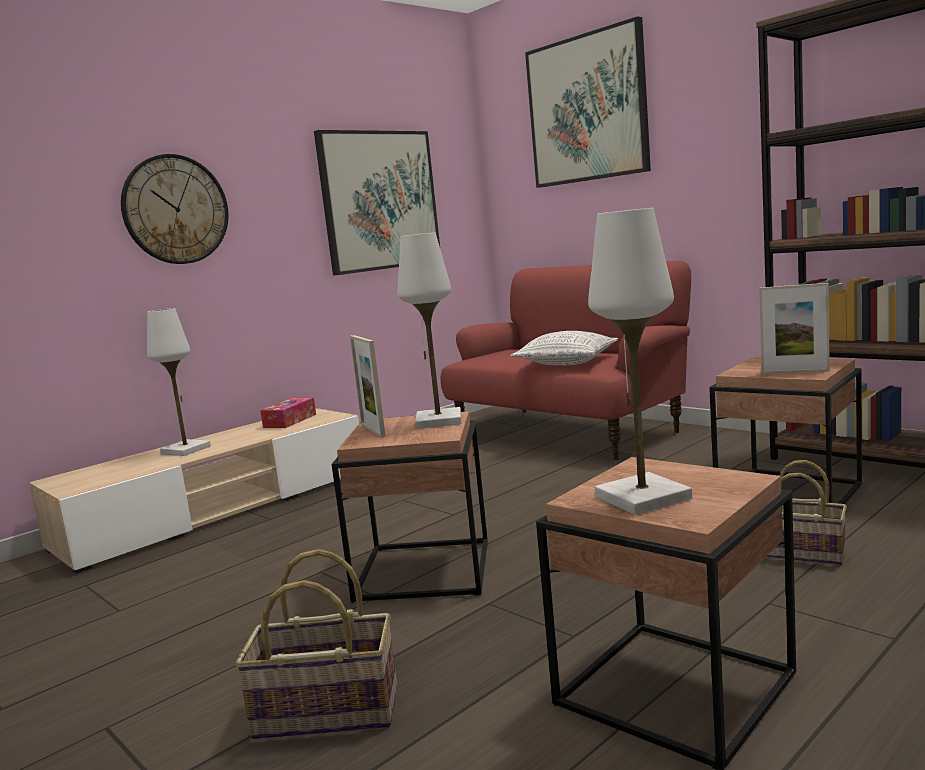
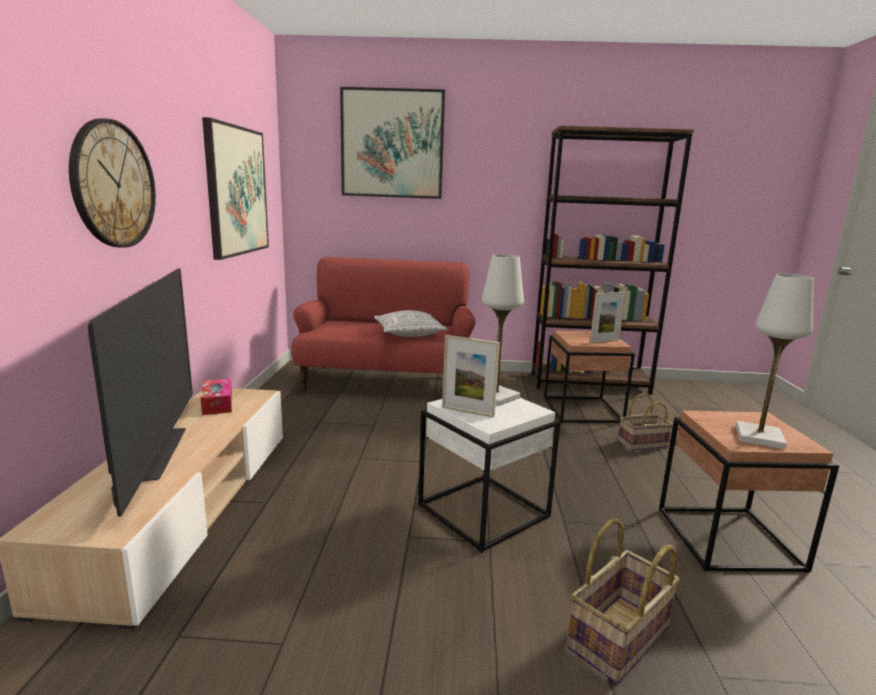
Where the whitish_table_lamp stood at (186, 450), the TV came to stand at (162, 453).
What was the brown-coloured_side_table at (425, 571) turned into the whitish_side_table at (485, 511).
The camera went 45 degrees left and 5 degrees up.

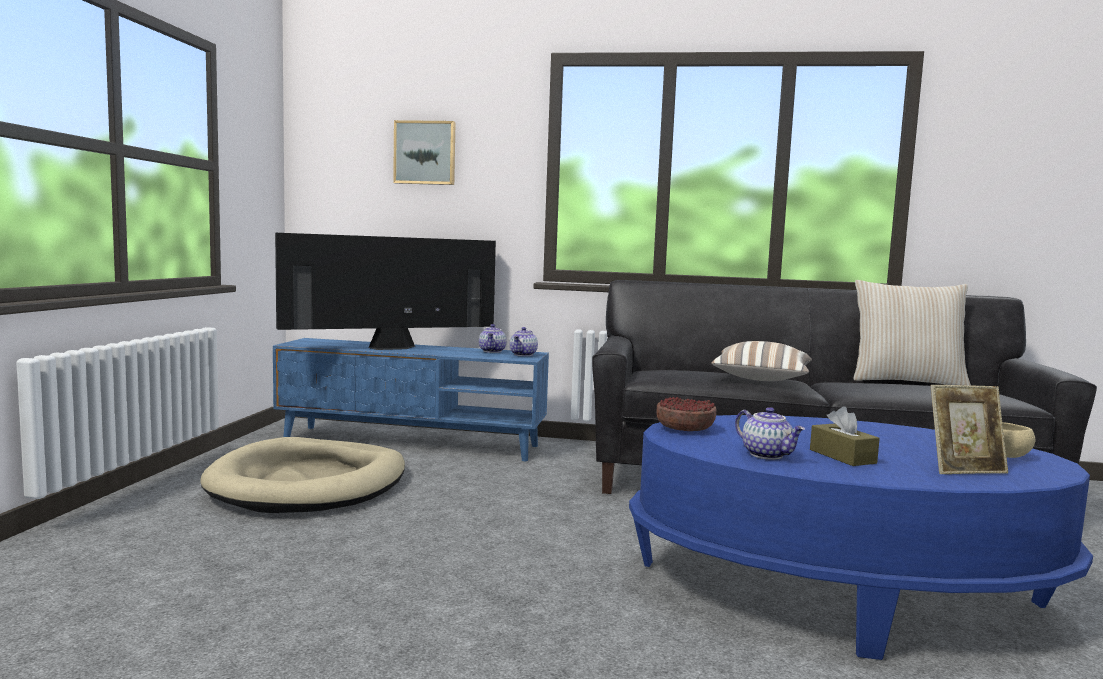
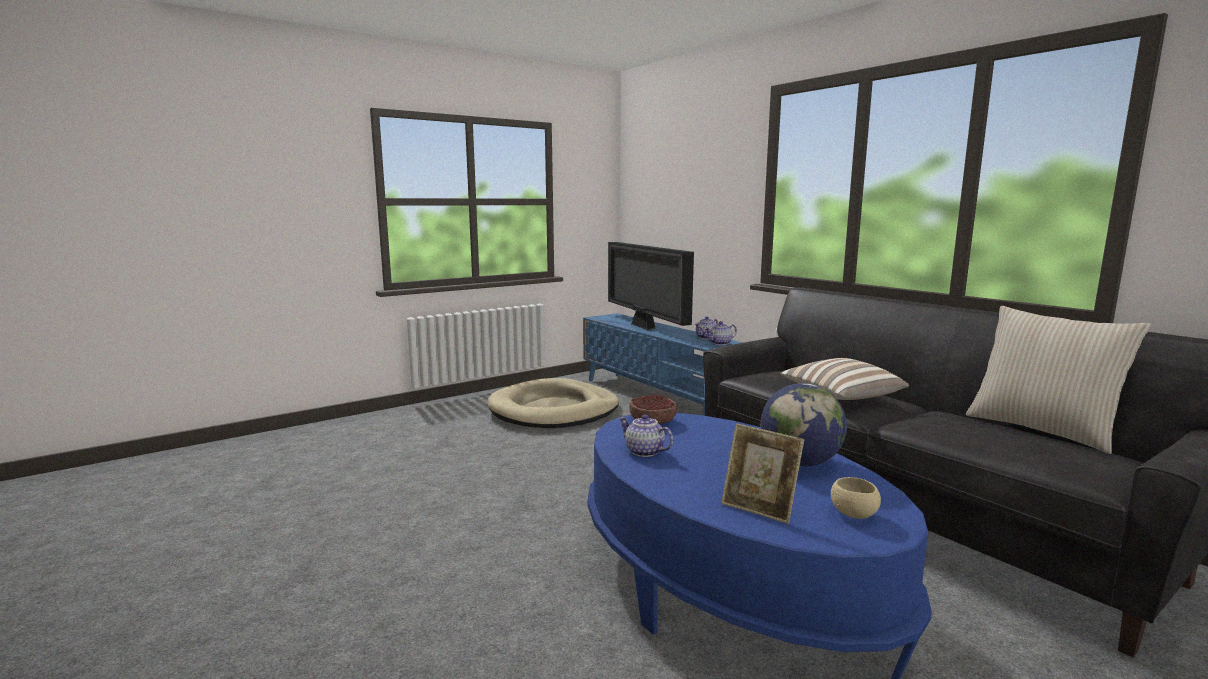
The second view lost the wall_picture at (425, 153).
The second view lost the brown-coloured_box_of_tissues at (842, 456).
The second view gained the desk_globe at (800, 462).
The TV at (390, 348) ended up facing another way, 135 degrees counterclockwise from before.
The pot_for_tea at (767, 455) ended up facing another way, 120 degrees clockwise from before.
The camera went 45 degrees right and 5 degrees up.

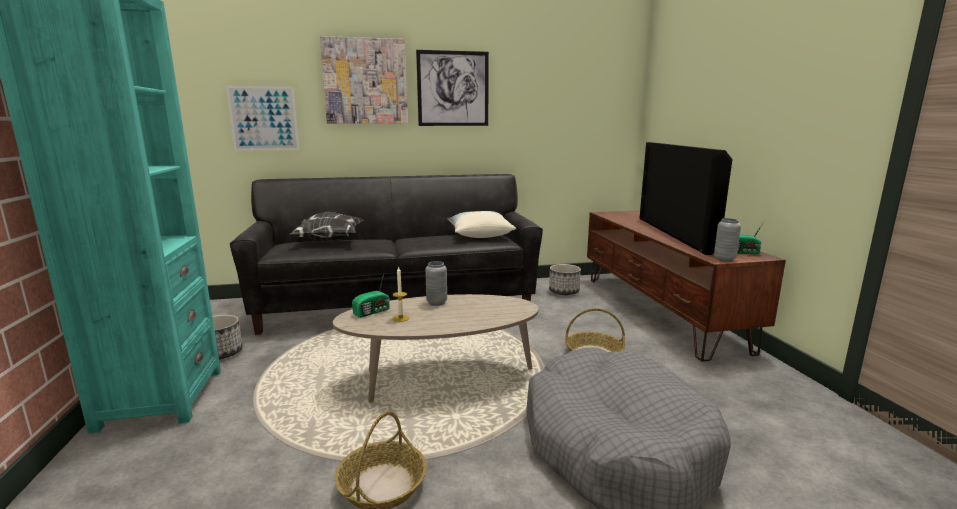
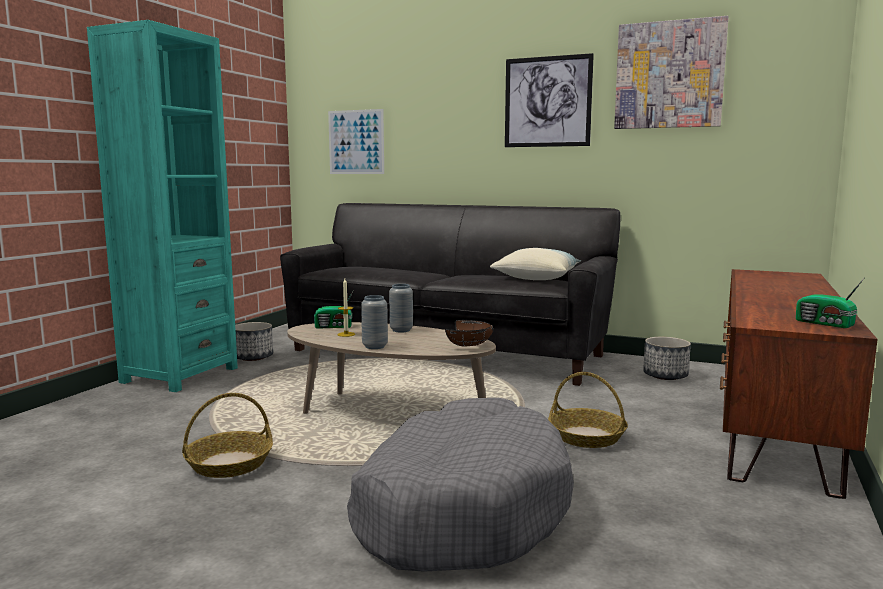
The second view lost the cushion at (328, 241).
The second view lost the TV at (677, 234).
The second view gained the brown-coloured_deep_dish at (470, 345).
The wall_picture ended up elsewhere, having gone from (365, 81) to (669, 75).
The grey_vase ended up elsewhere, having gone from (724, 259) to (375, 346).
The camera went 35 degrees right and 5 degrees down.

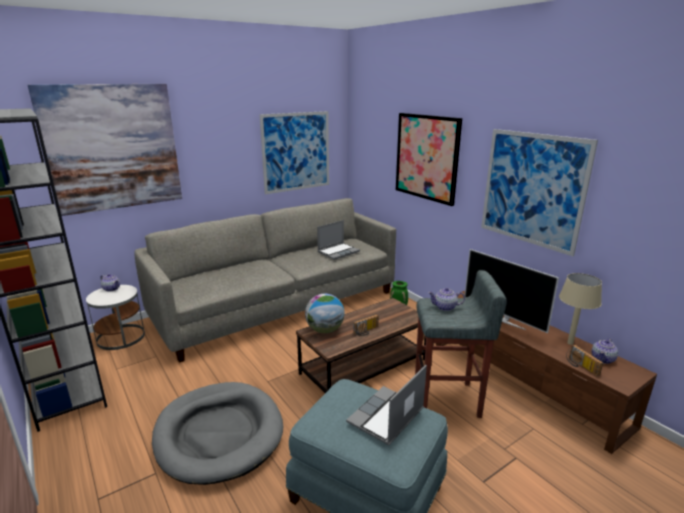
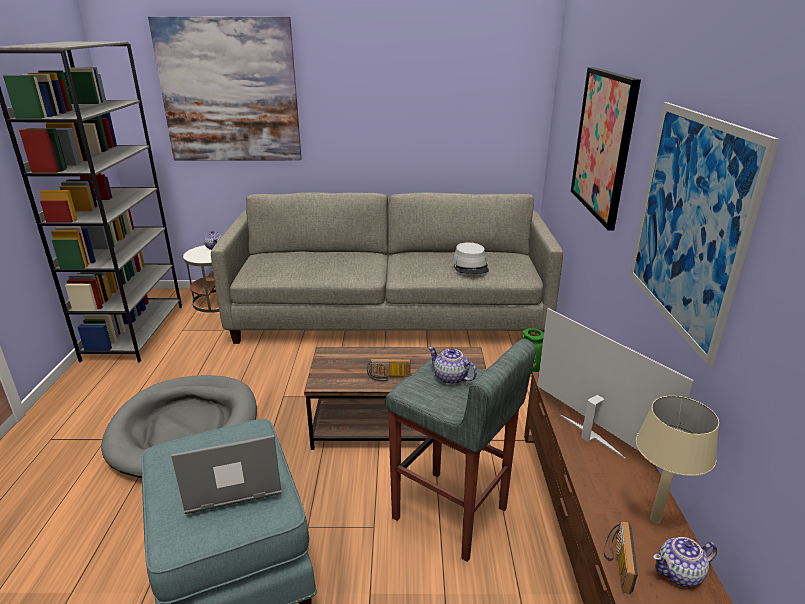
The second view lost the wall_picture at (296, 152).
The second view lost the desk_globe at (325, 330).
Where the laptop stood at (338, 252), the grey_clothing_hat came to stand at (470, 266).
The TV at (504, 320) ended up facing another way, 150 degrees clockwise from before.
The camera went 35 degrees right and 5 degrees up.

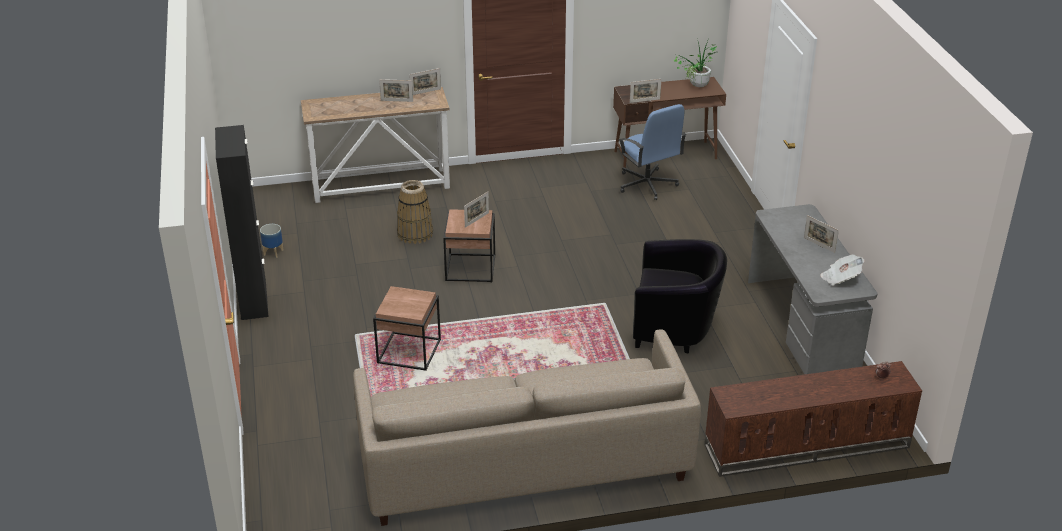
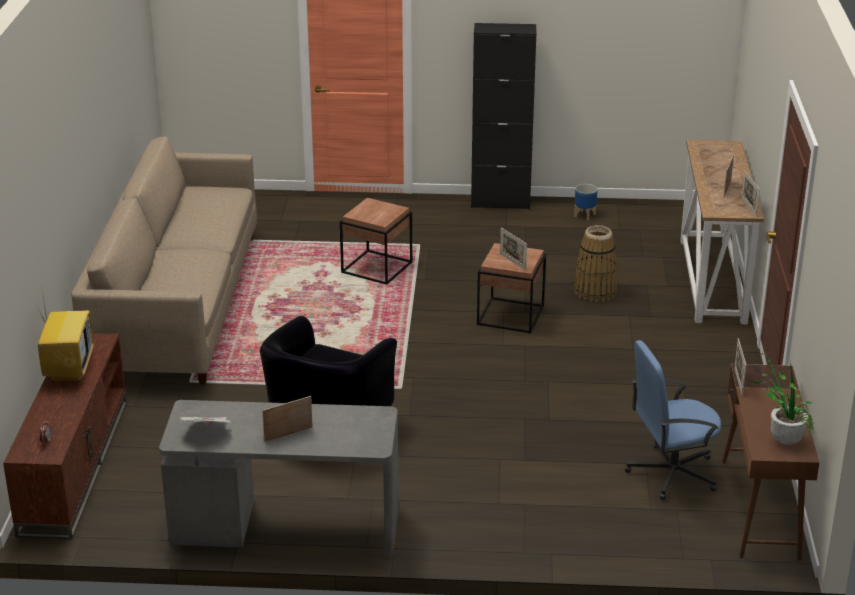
The second view gained the TV at (69, 368).
The camera went 105 degrees right and 5 degrees down.

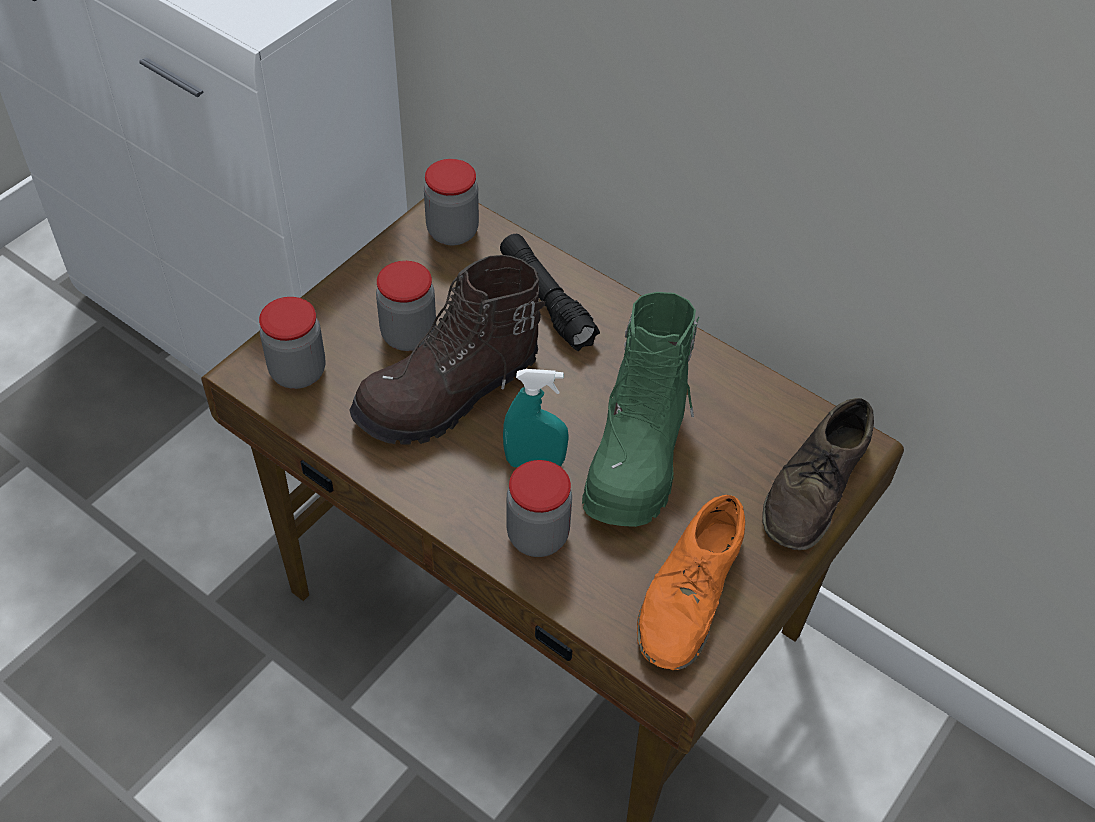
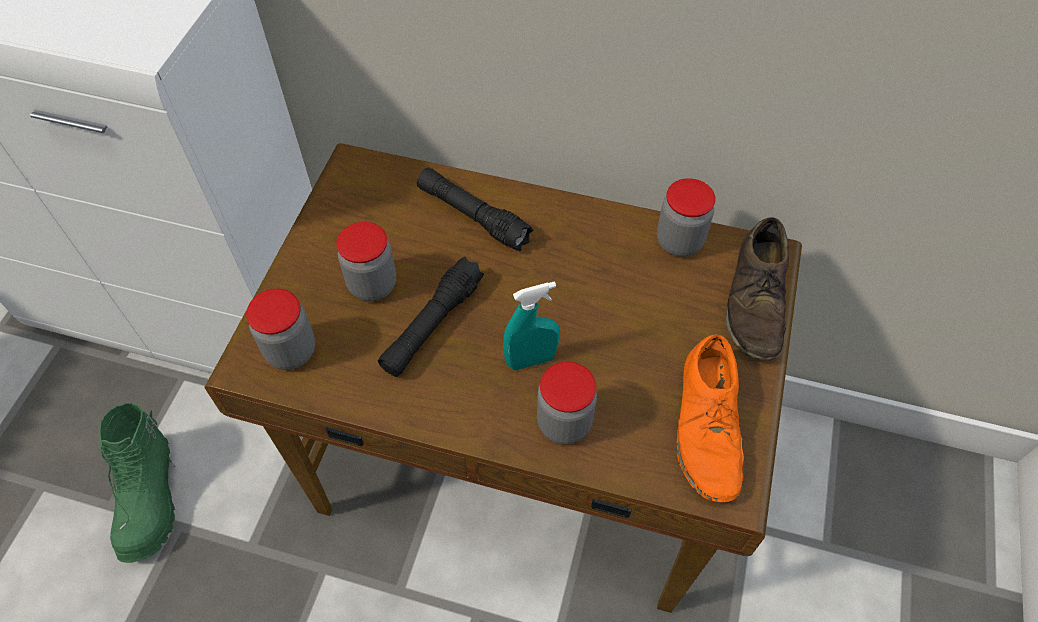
The jar ended up elsewhere, having gone from (452, 232) to (679, 242).
The green_tall_boot ended up elsewhere, having gone from (638, 452) to (150, 498).
Where the brown-coloured_tall_boot stood at (450, 394), the black-coloured_flashlight came to stand at (432, 325).
The camera went 20 degrees left and 5 degrees up.

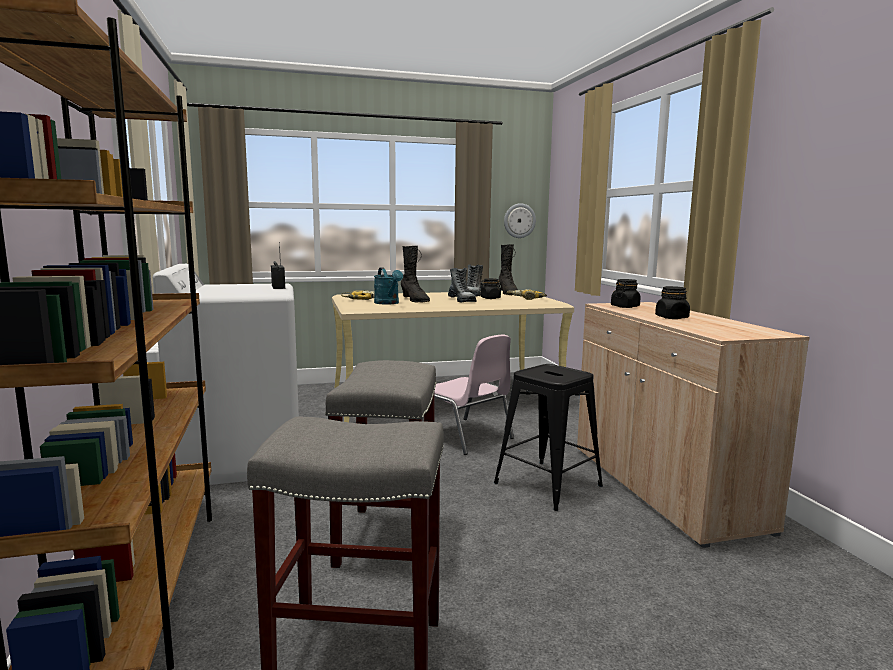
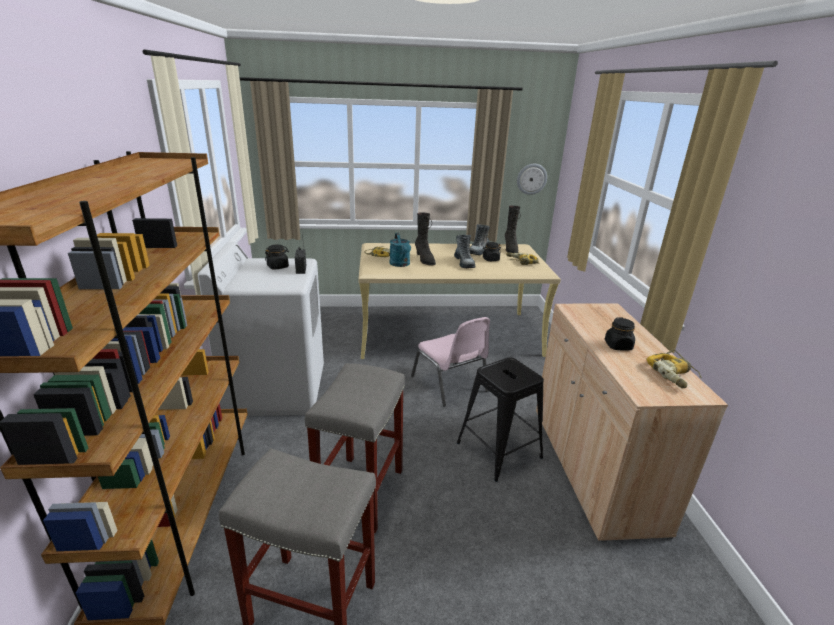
The second view gained the drill at (674, 374).
The black-coloured_jar ended up elsewhere, having gone from (625, 306) to (278, 267).
The camera went 10 degrees right and 15 degrees up.

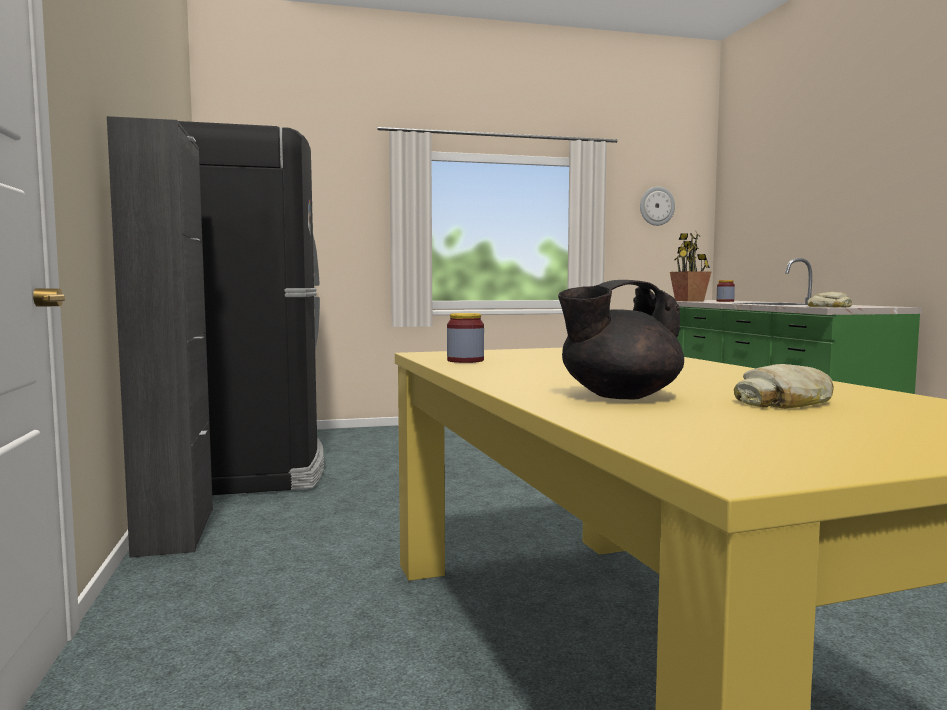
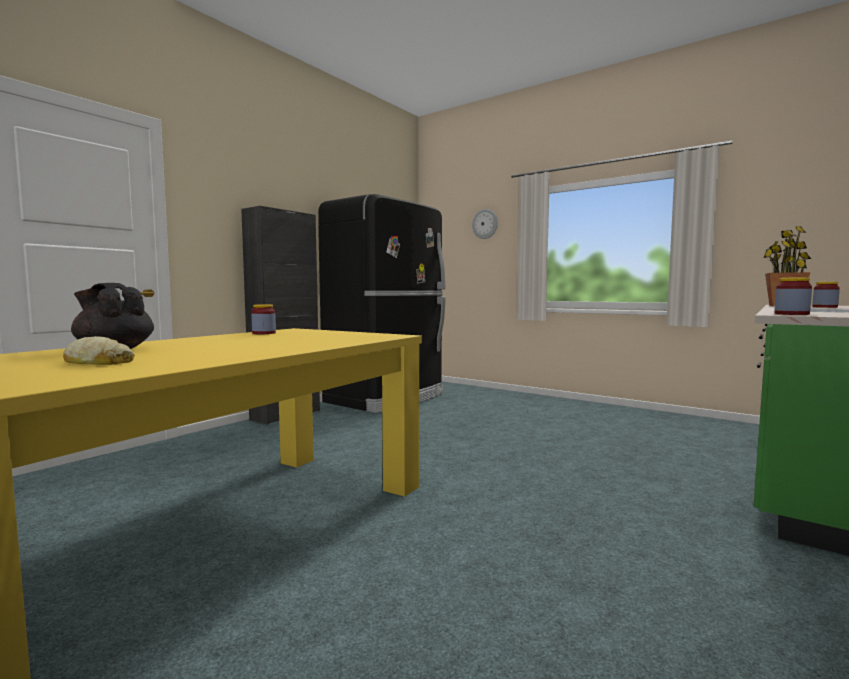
The clock_on_the_wall ended up elsewhere, having gone from (656, 206) to (485, 224).
Where the bread stood at (829, 307), the jar came to stand at (791, 314).
The camera went 50 degrees right and 0 degrees up.

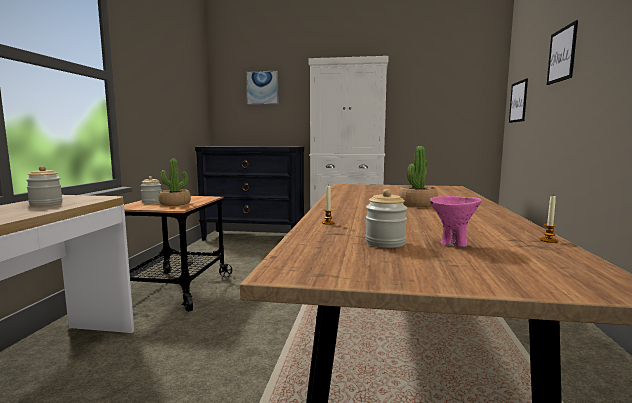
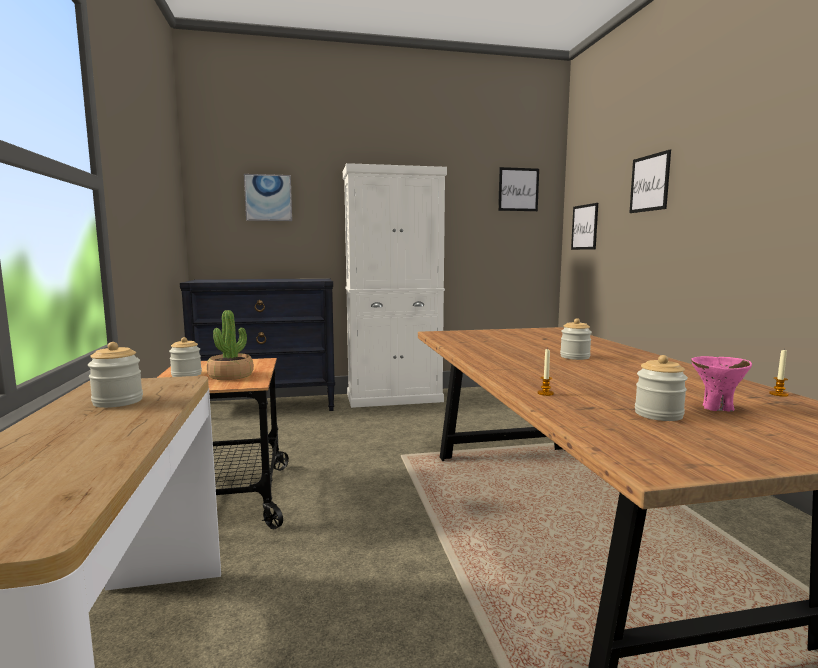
The second view gained the wall_picture at (518, 189).
Where the plant_in_a_pot stood at (417, 204), the jar came to stand at (575, 357).
The camera went 20 degrees left and 0 degrees up.

